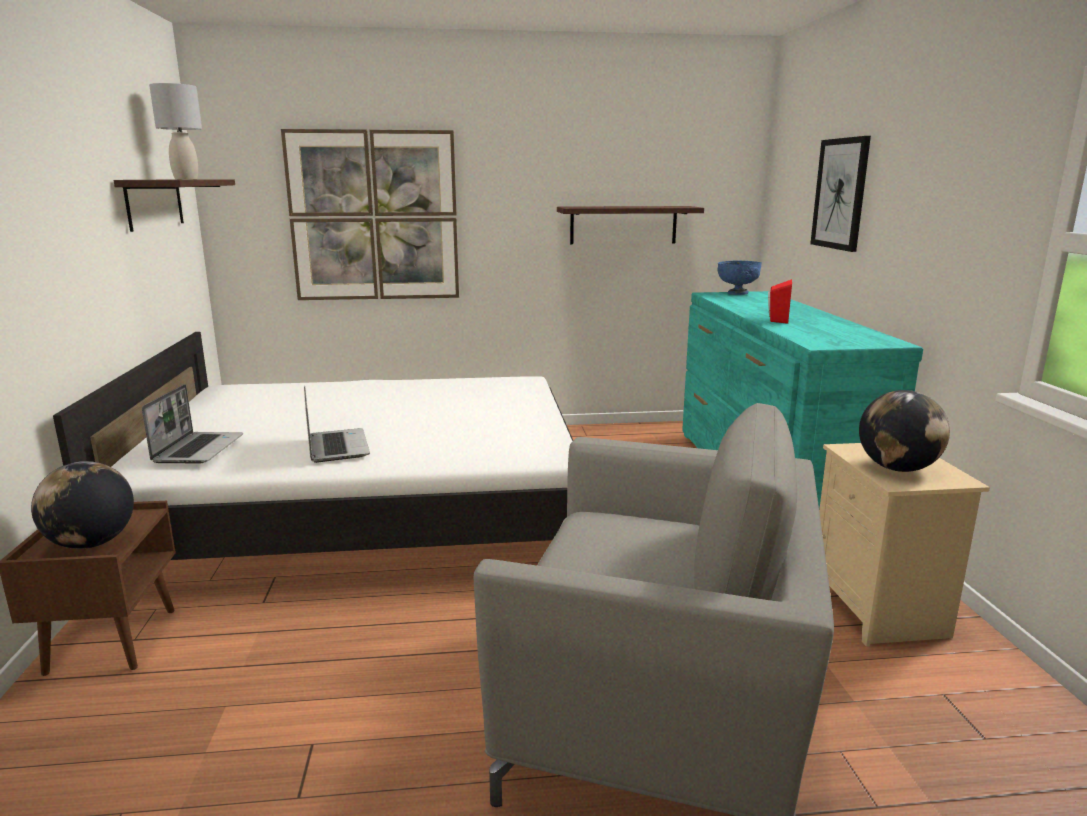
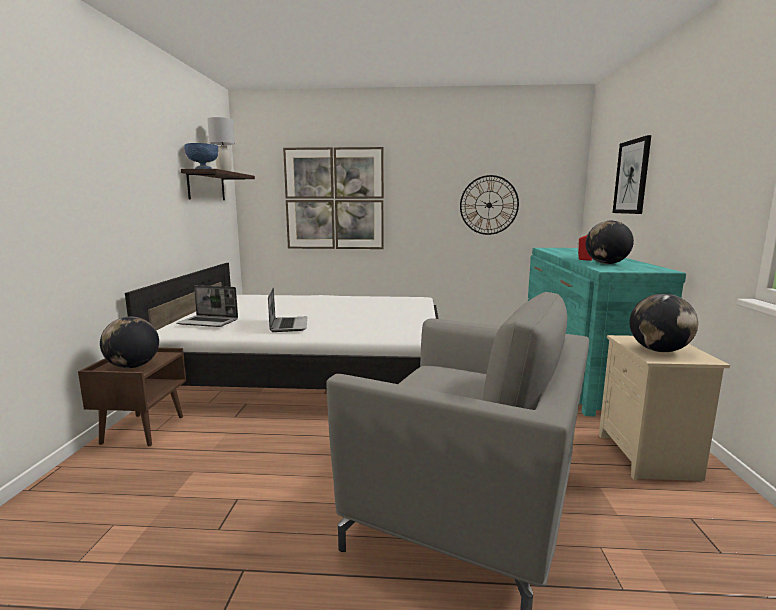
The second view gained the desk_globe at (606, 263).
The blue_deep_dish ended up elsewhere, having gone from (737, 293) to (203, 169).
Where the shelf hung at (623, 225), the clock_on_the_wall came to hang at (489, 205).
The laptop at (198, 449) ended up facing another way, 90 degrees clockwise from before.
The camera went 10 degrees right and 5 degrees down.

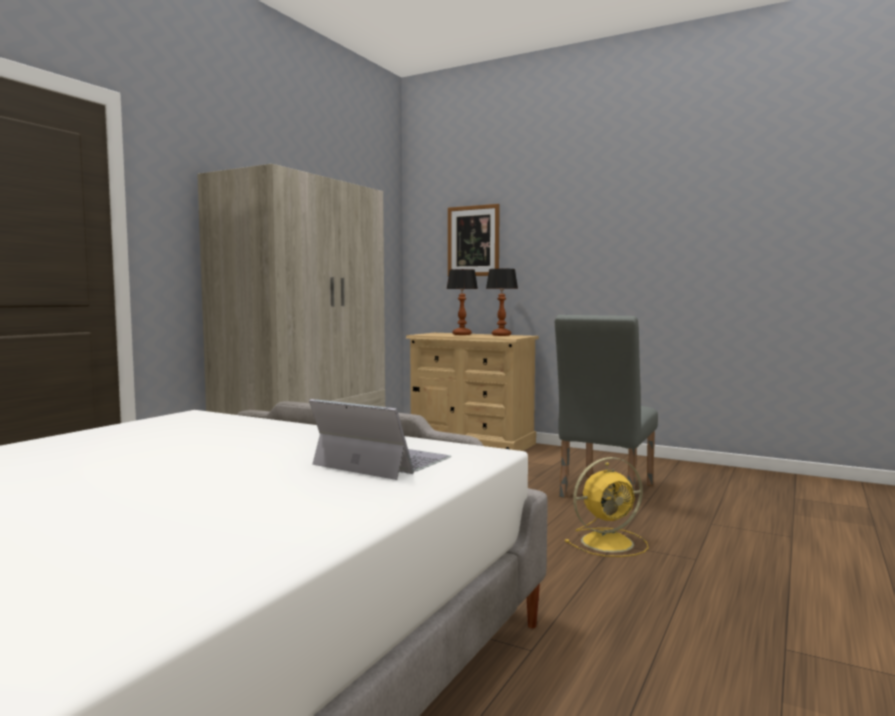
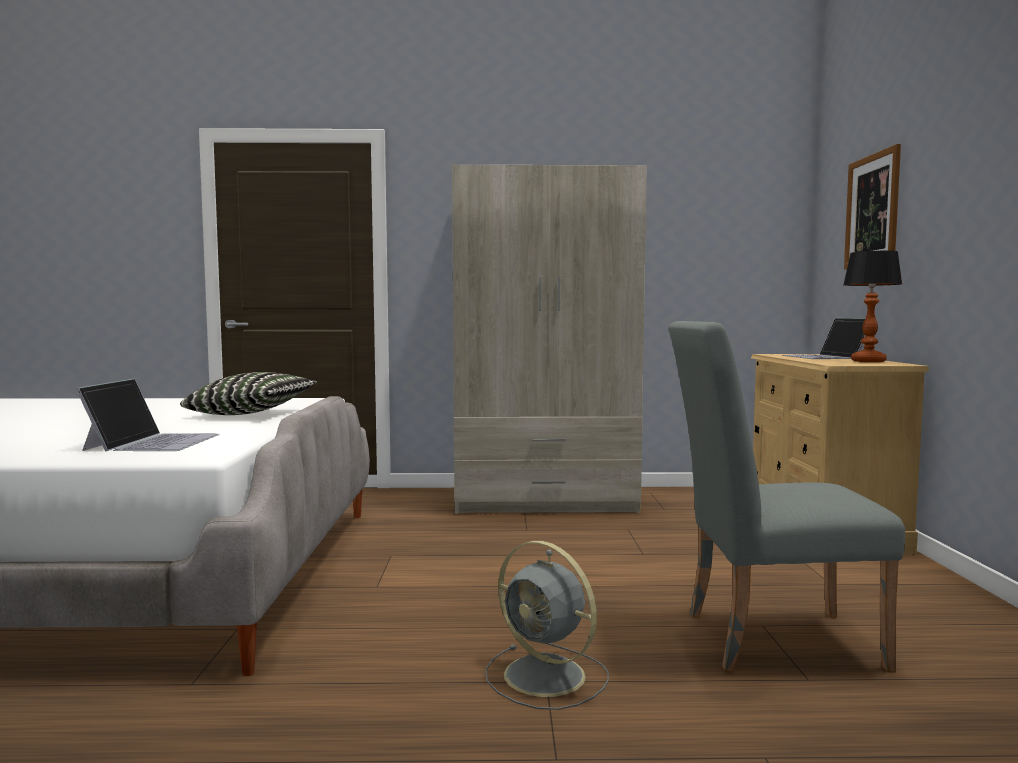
The second view gained the cushion at (252, 414).
Where the table_lamp stood at (462, 334), the laptop came to stand at (825, 357).
What was the yellow-coloured_electric_fan at (609, 542) turned into the grey_electric_fan at (547, 677).
The camera went 60 degrees right and 0 degrees up.

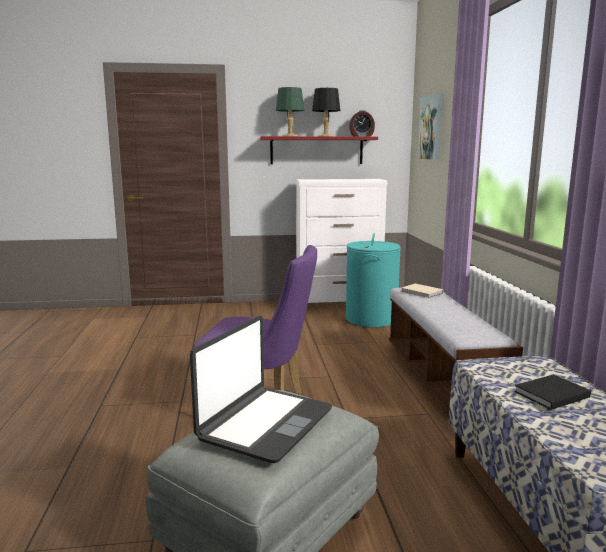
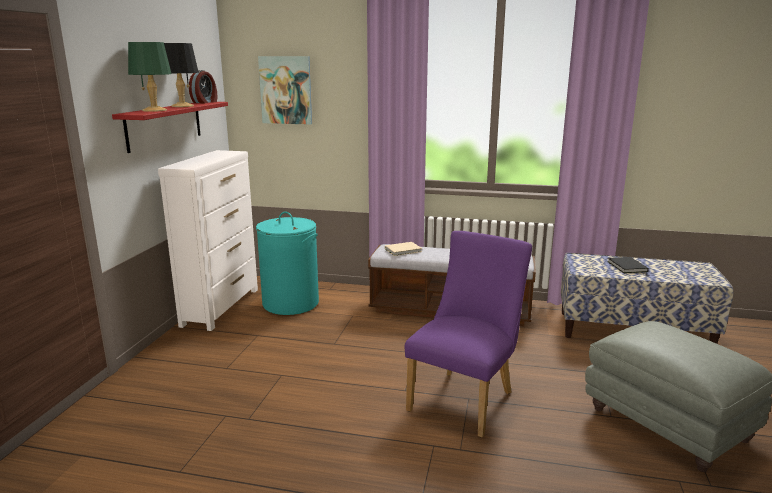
The second view lost the laptop at (265, 424).
The camera went 70 degrees left and 5 degrees up.

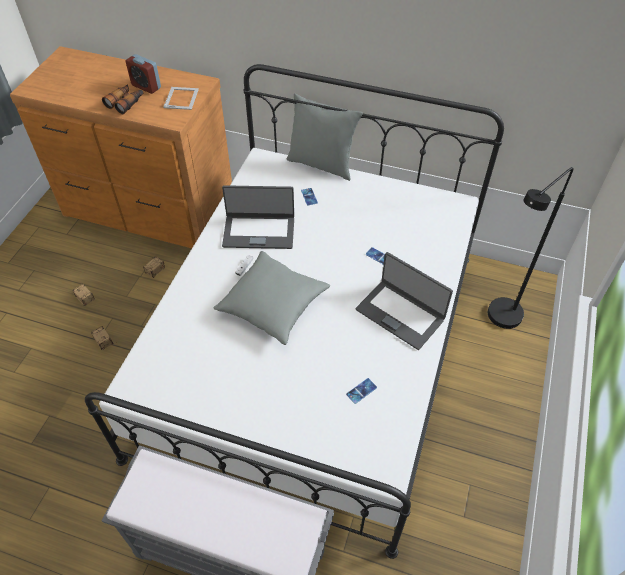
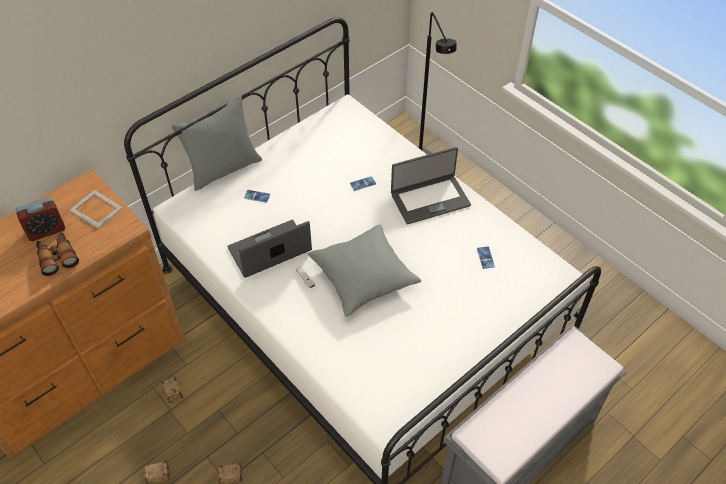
The laptop at (259, 231) ended up facing another way, 150 degrees counterclockwise from before.
The camera went 60 degrees left and 0 degrees up.

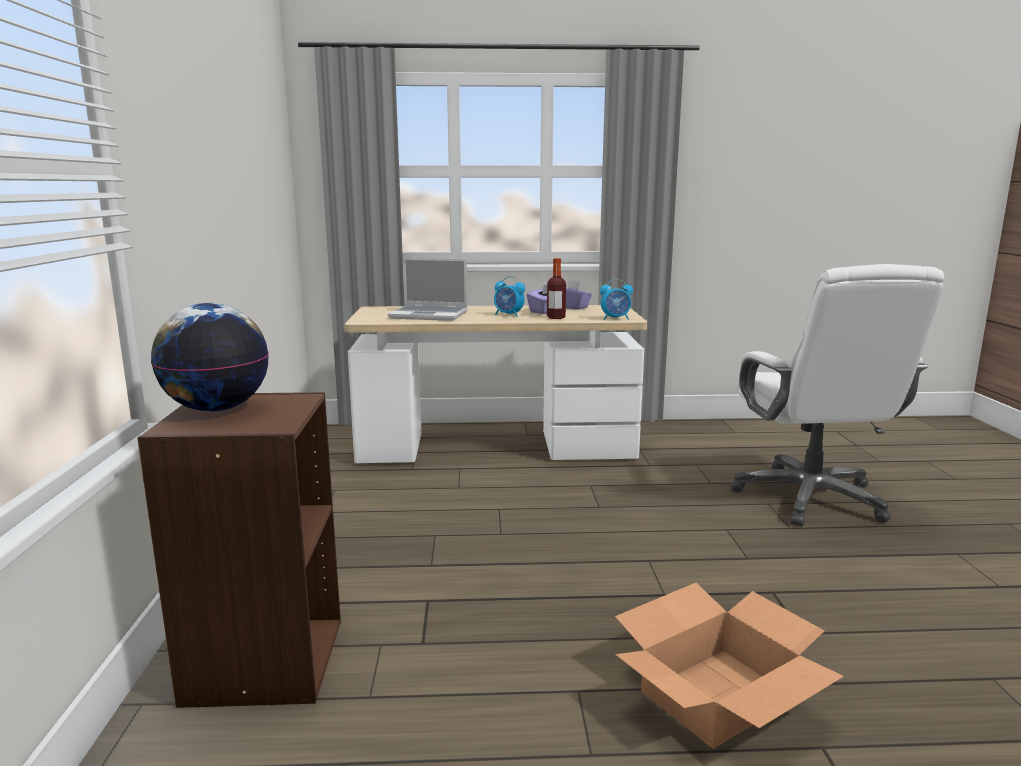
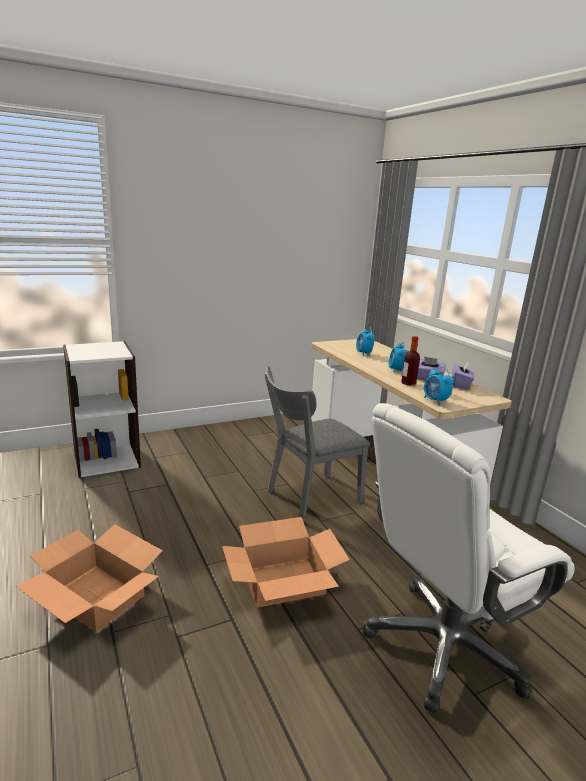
The second view lost the desk_globe at (217, 409).
The second view gained the carton at (283, 581).
The second view gained the grey_plain_chair at (308, 498).
Where the laptop stood at (430, 315), the alarm_clock came to stand at (363, 353).
What was the brown-coloured_bookshelf at (263, 661) turned into the whitish_bookshelf at (106, 459).
The camera went 65 degrees right and 5 degrees up.

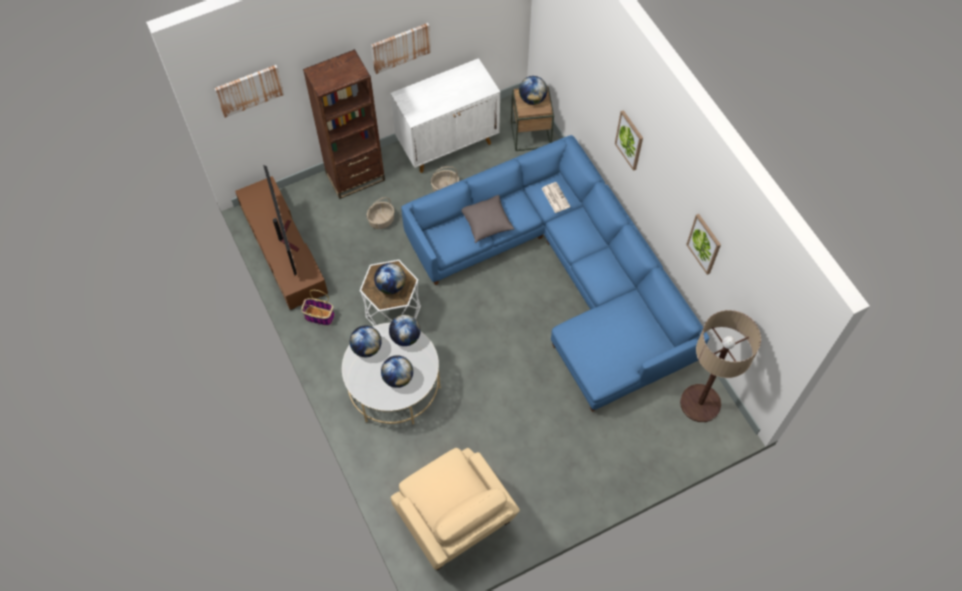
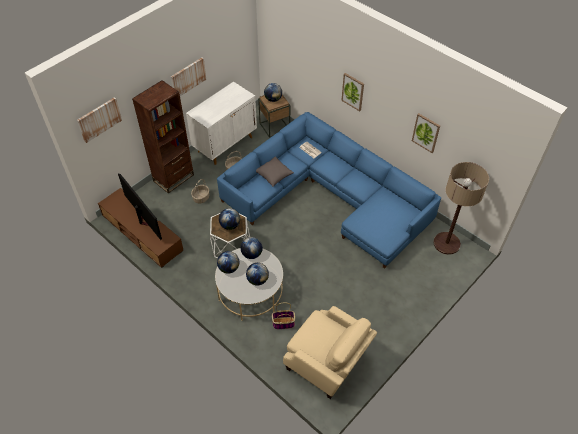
The household_basket ended up elsewhere, having gone from (318, 316) to (283, 323).
The camera went 20 degrees left and 10 degrees down.

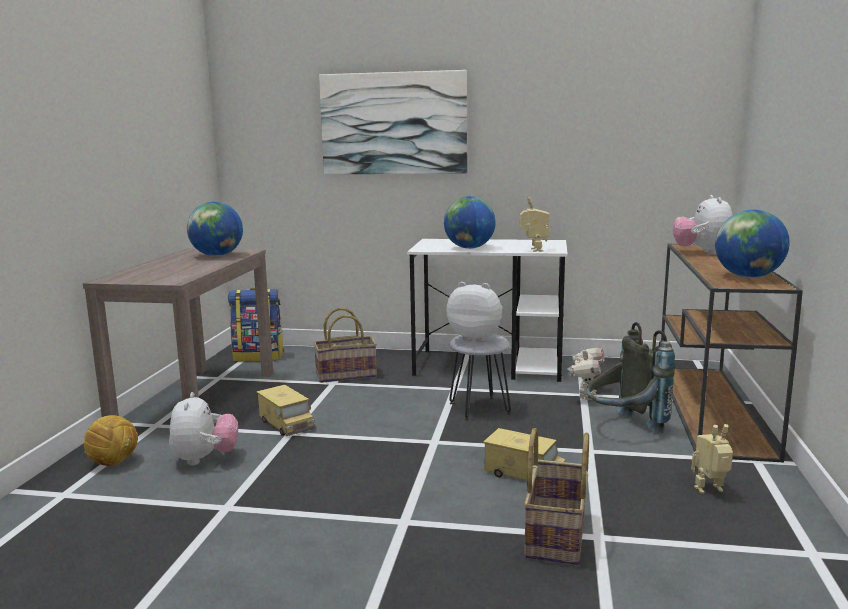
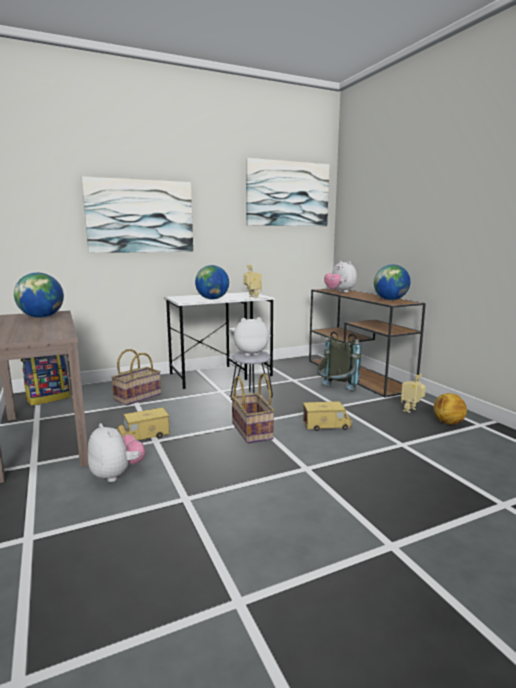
The second view lost the toy_robot at (585, 396).
The second view gained the wall_picture at (287, 194).
The ball_for_football ended up elsewhere, having gone from (114, 462) to (448, 423).
The household_basket ended up elsewhere, having gone from (557, 535) to (253, 431).
The toy_truck at (286, 424) ended up facing another way, 135 degrees clockwise from before.
The camera went 35 degrees left and 0 degrees up.

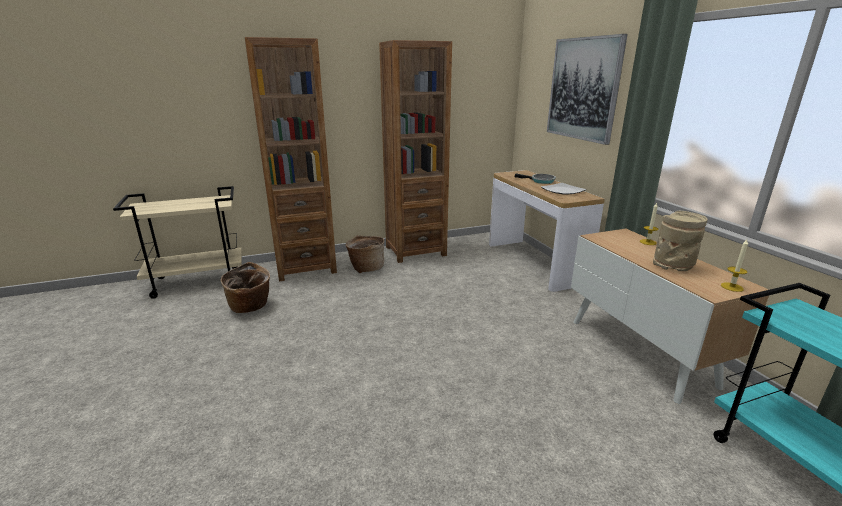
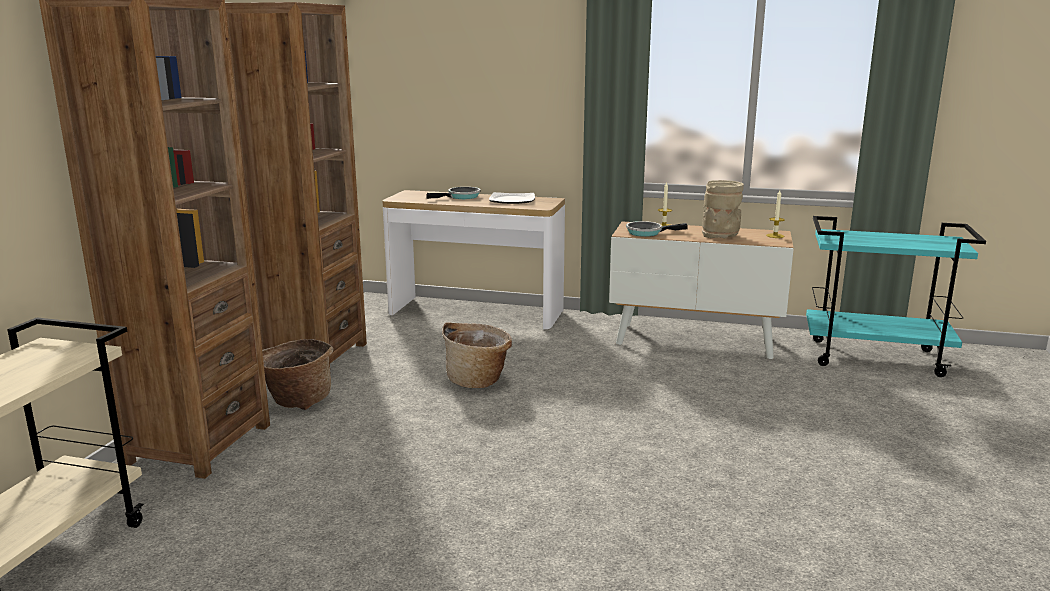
The second view lost the wall_picture at (583, 89).
The second view gained the pan at (647, 233).
The household_basket ended up elsewhere, having gone from (250, 307) to (478, 380).
The camera went 55 degrees left and 5 degrees down.

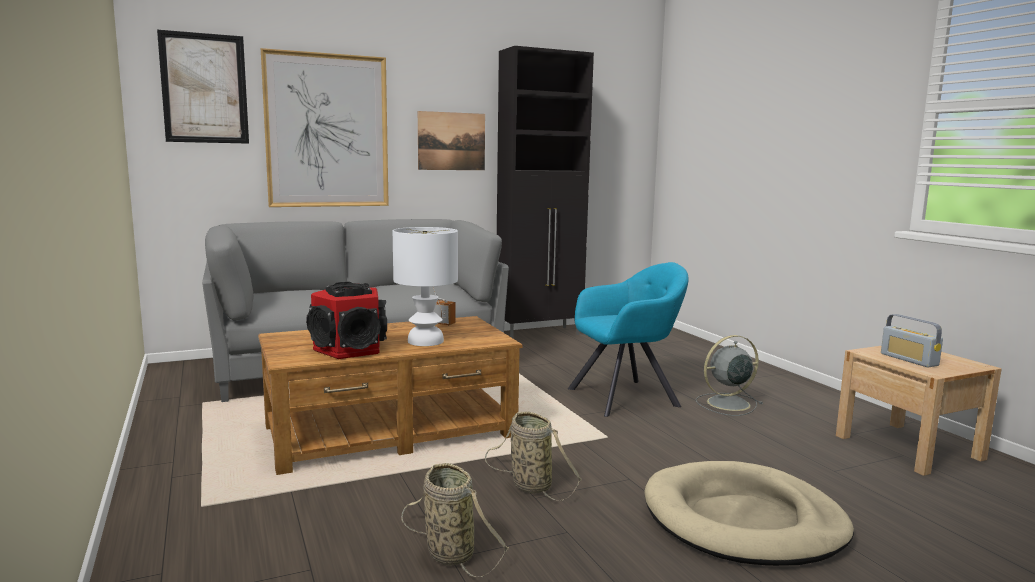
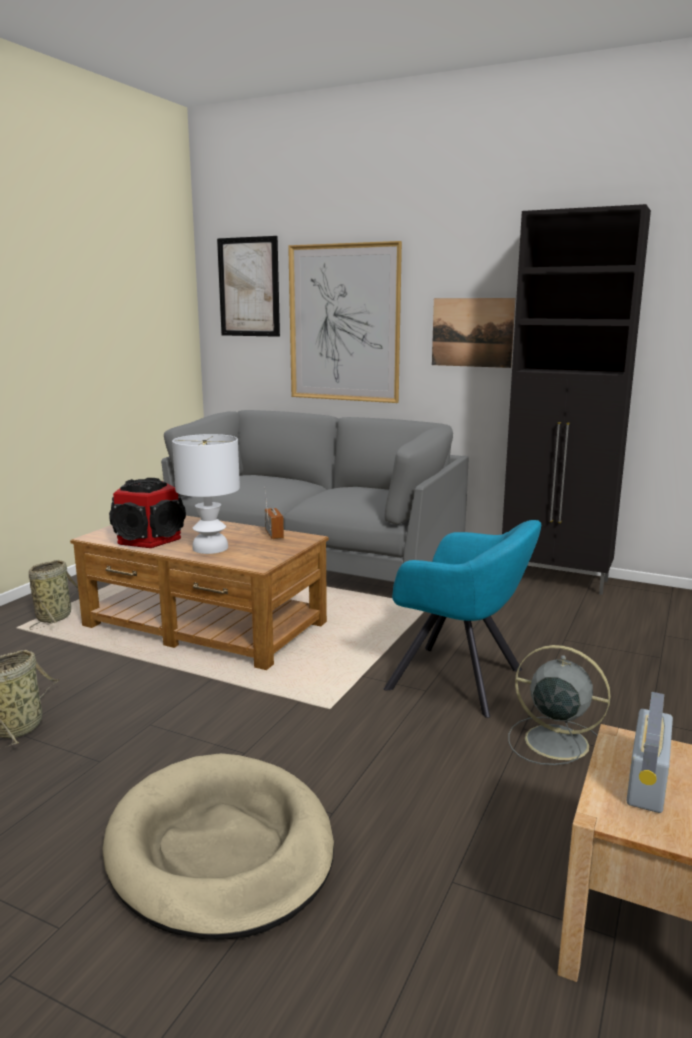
The household_basket ended up elsewhere, having gone from (529, 484) to (55, 617).
The camera went 50 degrees right and 5 degrees up.

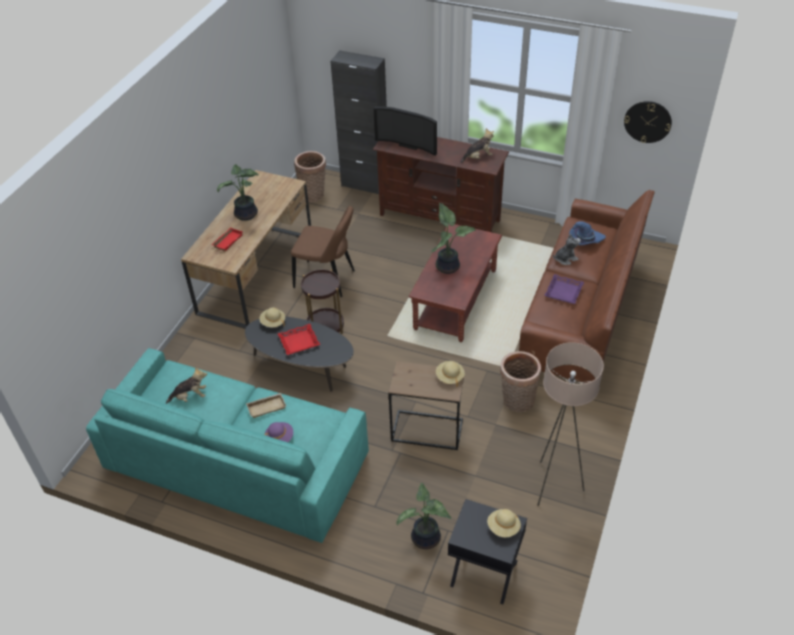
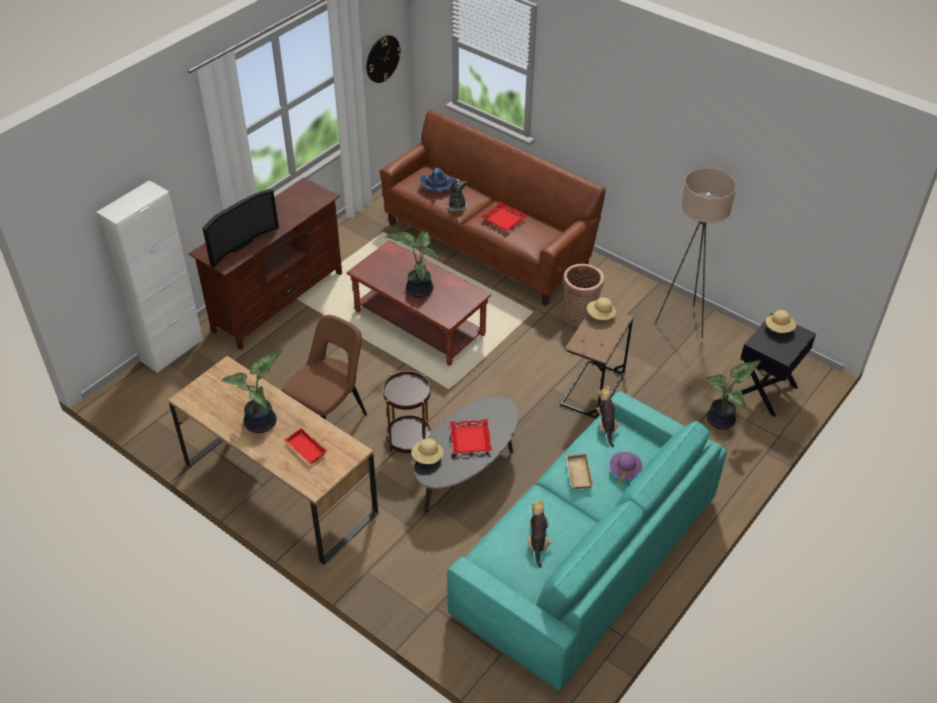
The second view lost the household_basket at (313, 195).
The soft_toy ended up elsewhere, having gone from (478, 157) to (606, 426).
What was the black-coloured_cupboard at (365, 185) turned into the whitish_cupboard at (172, 350).
What was the purple-coloured_serving_tray at (564, 292) turned into the red-coloured_serving_tray at (504, 219).
The camera went 75 degrees left and 0 degrees up.

